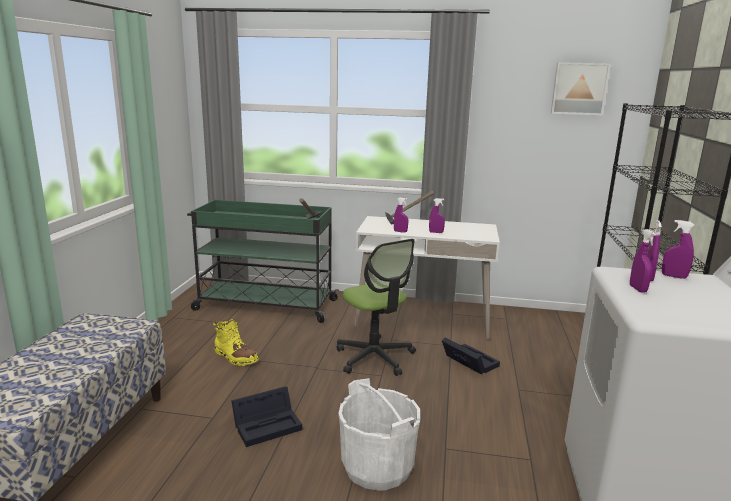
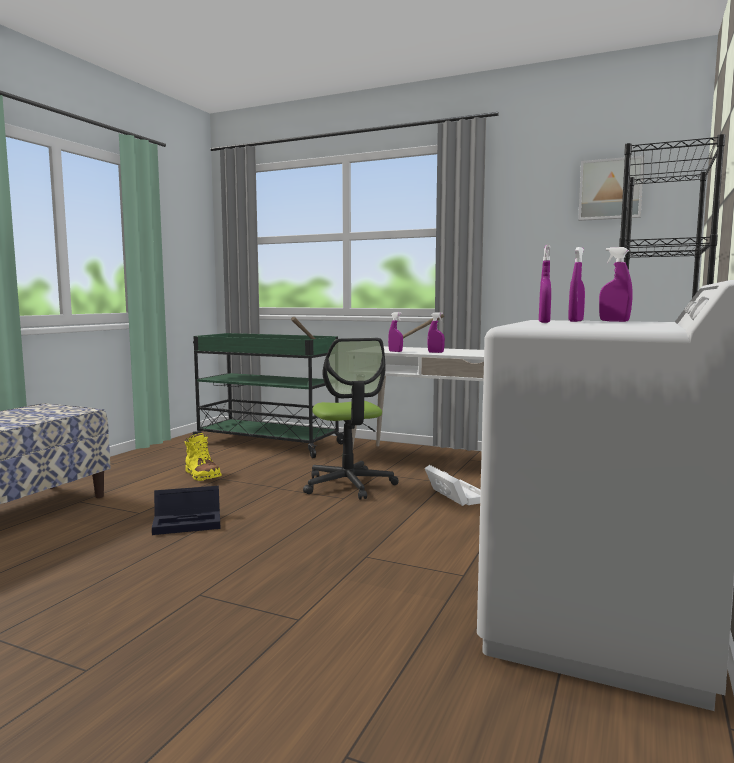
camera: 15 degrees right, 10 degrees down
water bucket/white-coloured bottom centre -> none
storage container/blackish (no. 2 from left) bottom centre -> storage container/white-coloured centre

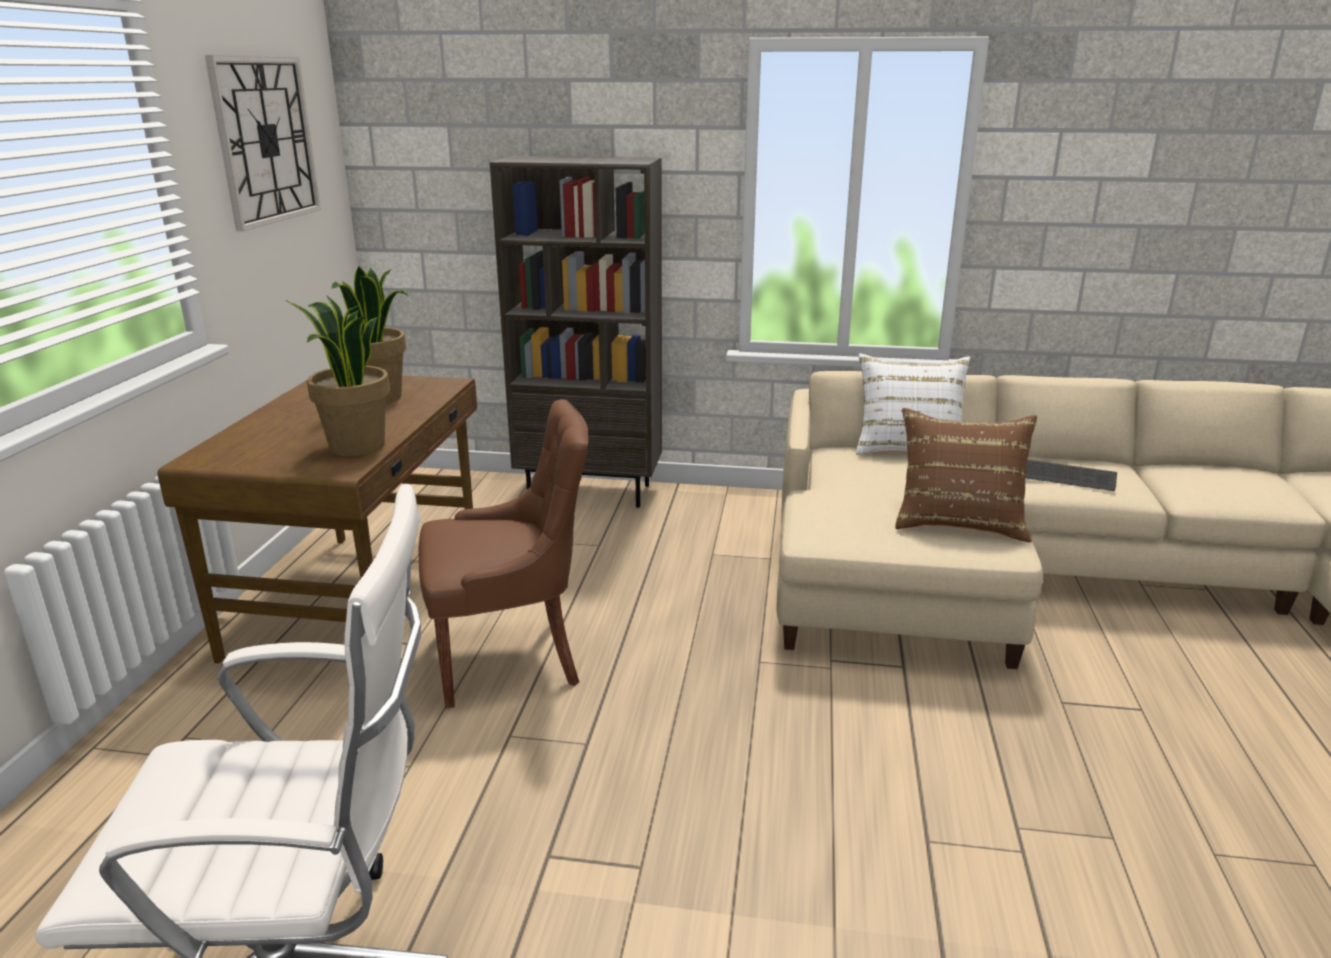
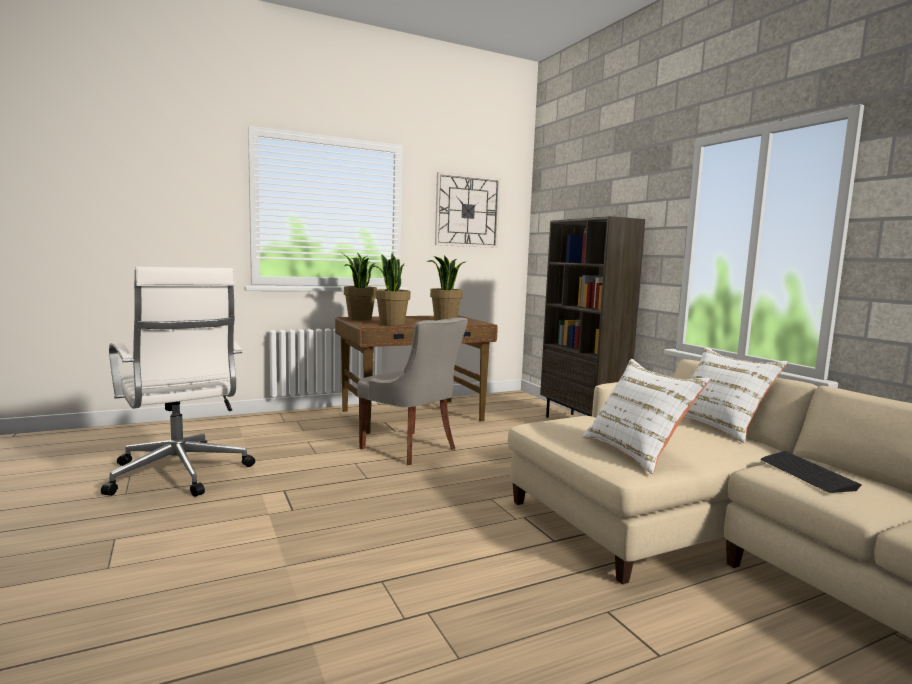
camera: 55 degrees right, 15 degrees down
none -> potted plant (no. 1 from left) centre
upright chair/brownish centre -> upright chair/gray centre
cushion/brownish middle right -> cushion/white-coloured (no. 1 from left) middle right

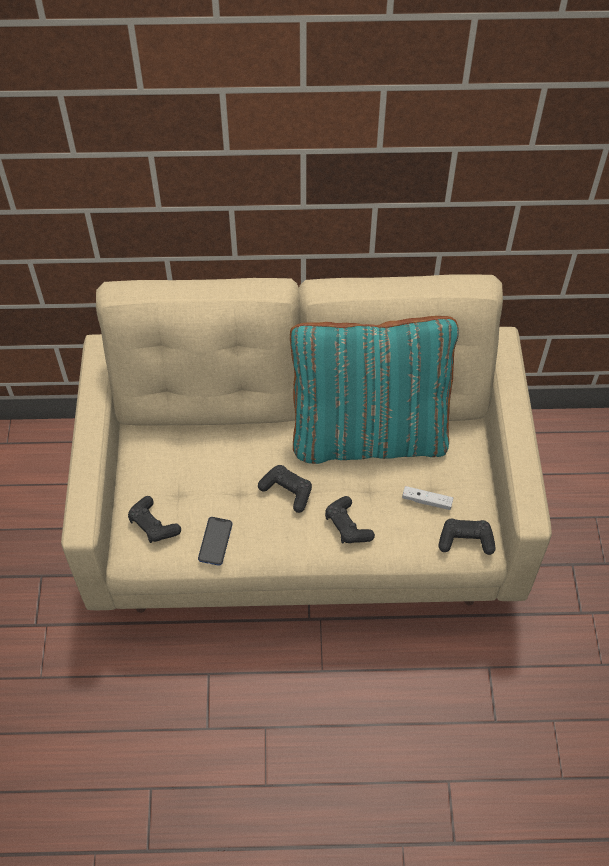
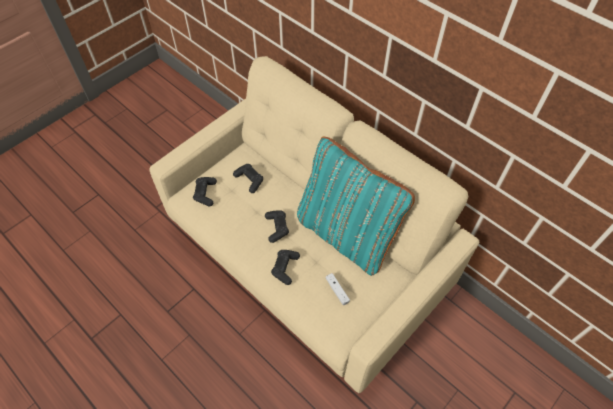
camera: 45 degrees right, 0 degrees up
telephone centre -> none
game controller/blackish (no. 4 from left in the first image) middle right -> game controller/blackish (no. 2 from left) centre, relocated

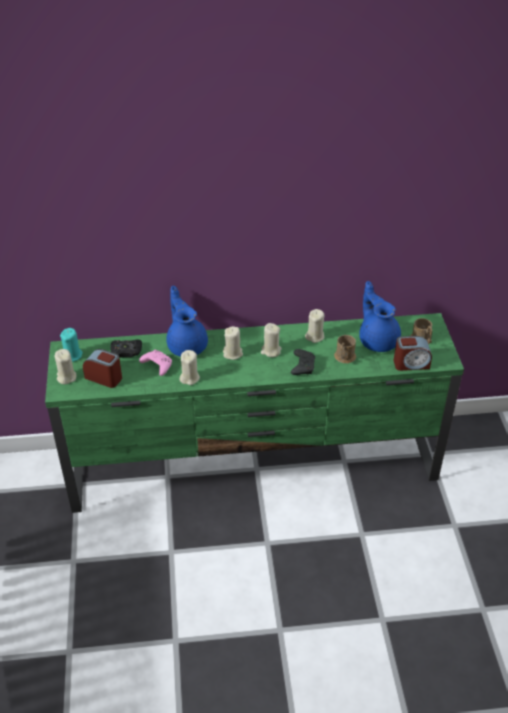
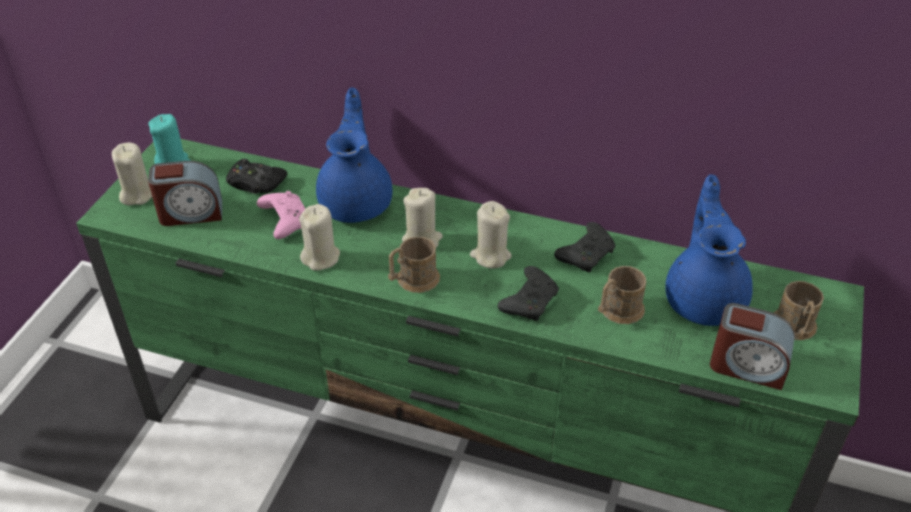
camera: 25 degrees right, 0 degrees up
none -> coffee mug/brownish (no. 1 from left) centre
wax light/sand-coloured (no. 5 from left) centre -> game controller/blackish (no. 3 from left) centre
alarm clock (no. 1 from left) middle left, 120 degrees clockwise

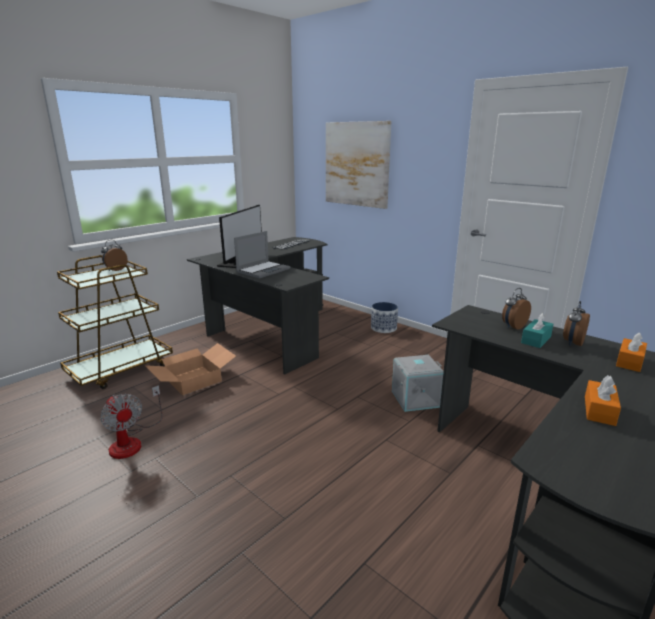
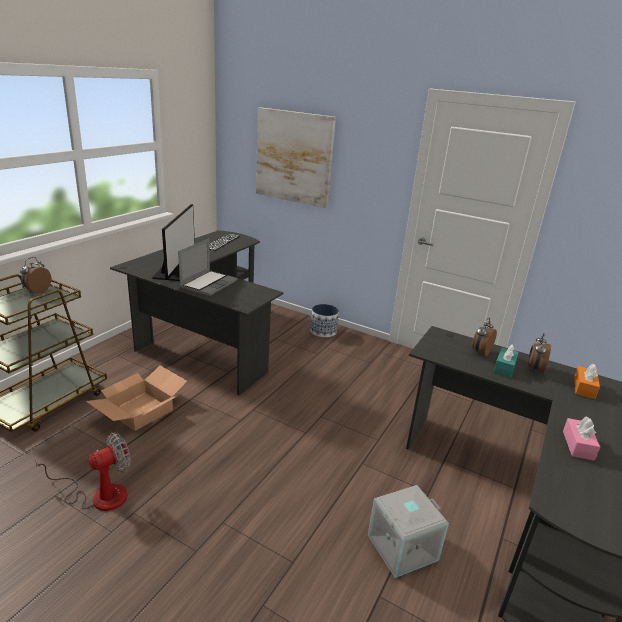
camera: 15 degrees left, 5 degrees up
storage container/gray centre -> storage container/gray bottom centre, relocated
tissue holder/orange (no. 1 from left) middle right -> tissue holder/pinkish bottom right
fan bottom left, 75 degrees counterclockwise

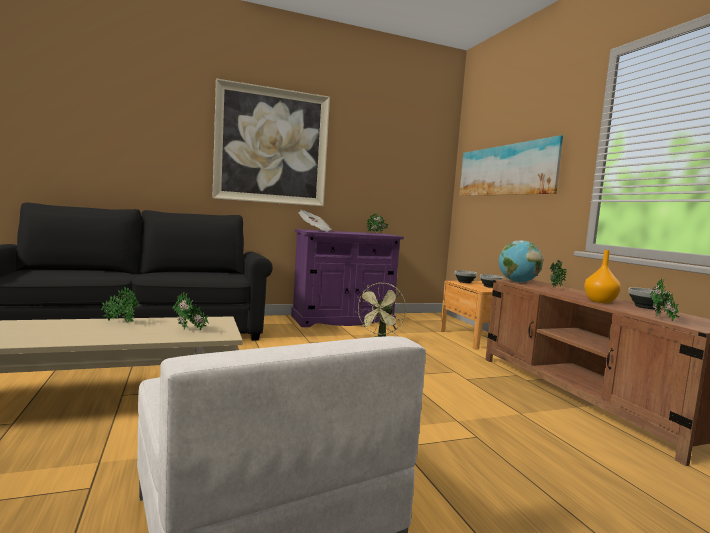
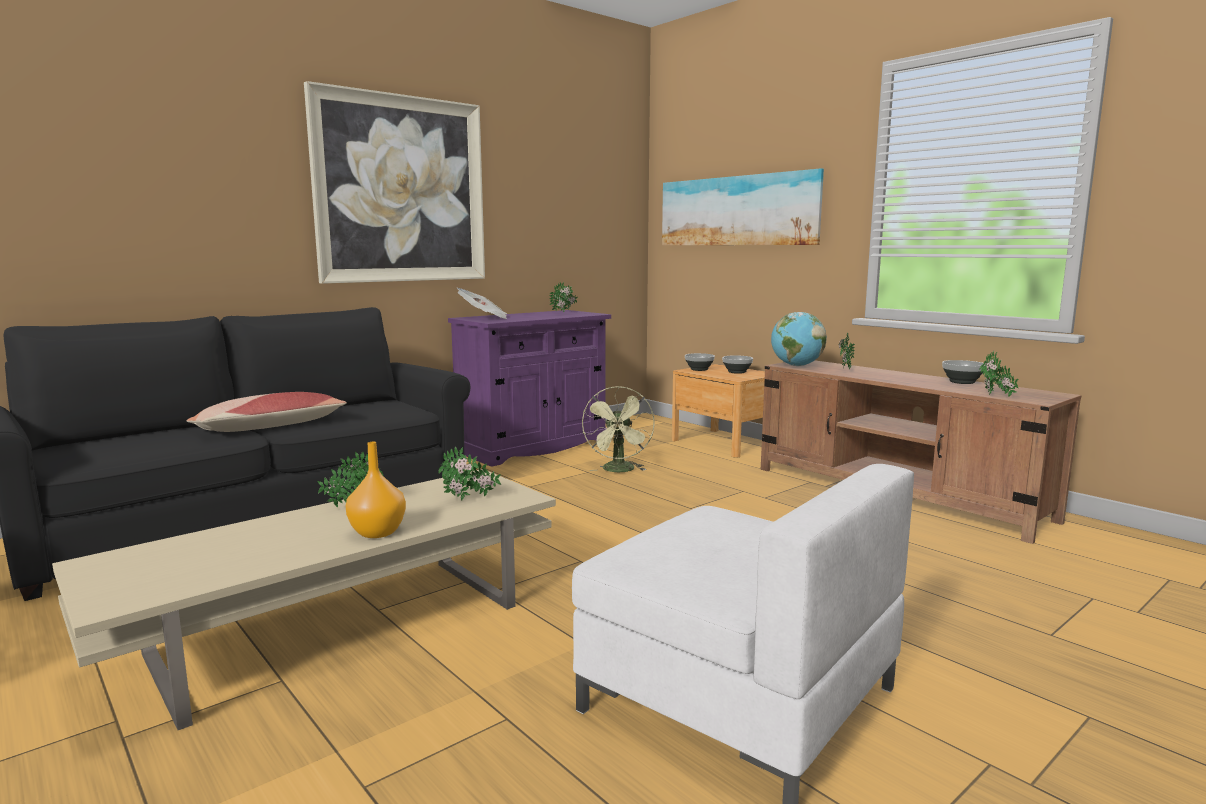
camera: 20 degrees left, 5 degrees up
none -> cushion middle left
flower vase/orange middle right -> flower vase/orange middle left, relocated

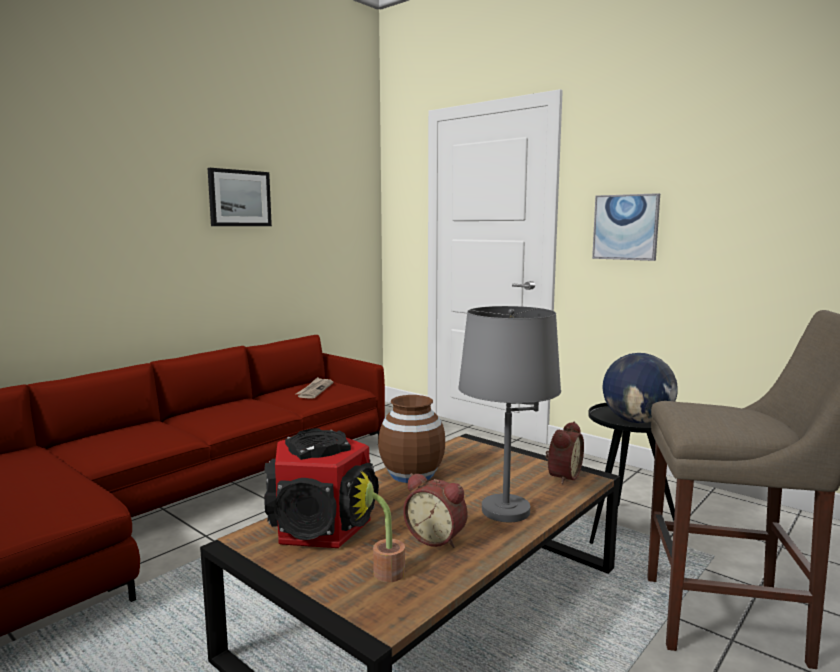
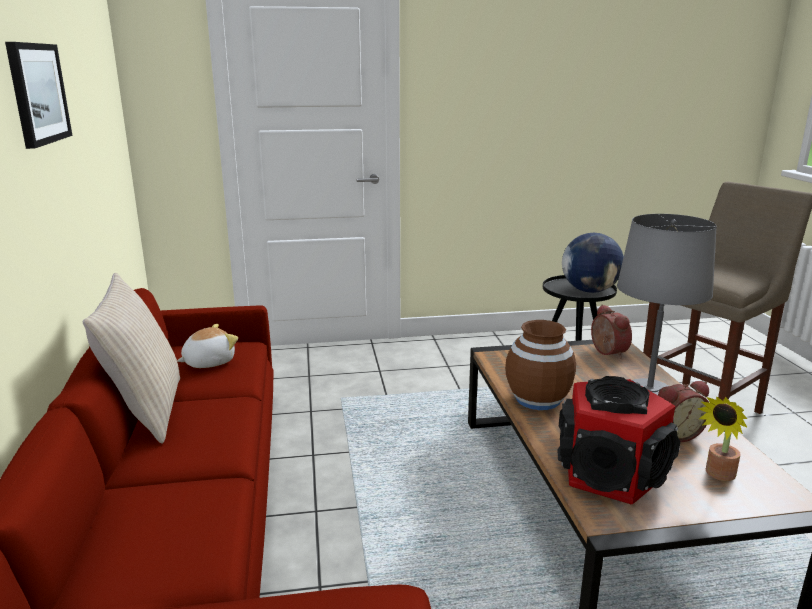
camera: 50 degrees left, 10 degrees up
picture (no. 2 from left) middle right -> none
none -> cushion/sand-coloured middle left
printed paper centre -> plush toy middle left

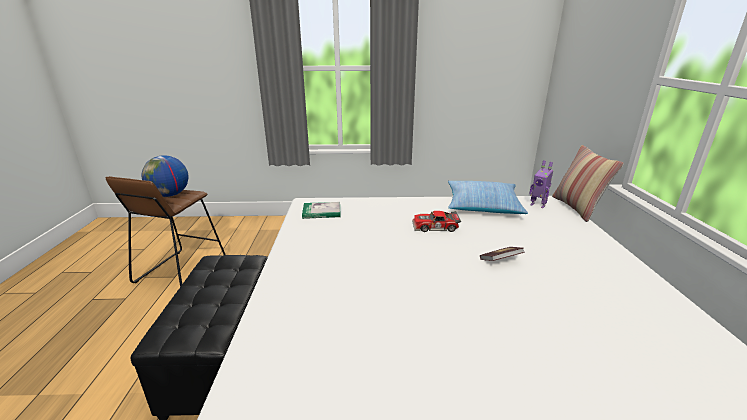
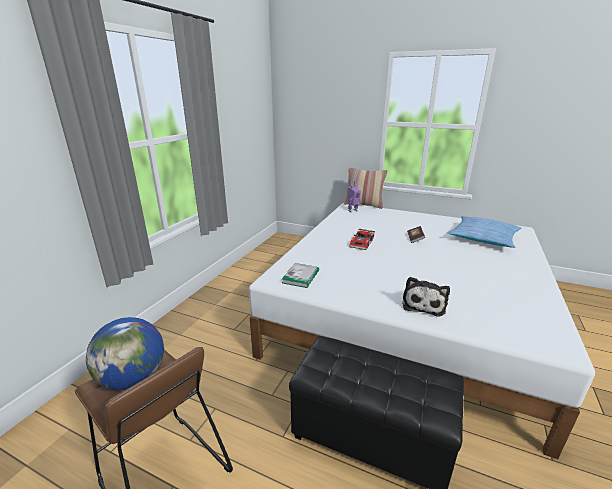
camera: 65 degrees left, 0 degrees up
none -> plush toy middle right
cushion (no. 1 from left in the first image) centre -> cushion (no. 2 from left) middle right, relocated

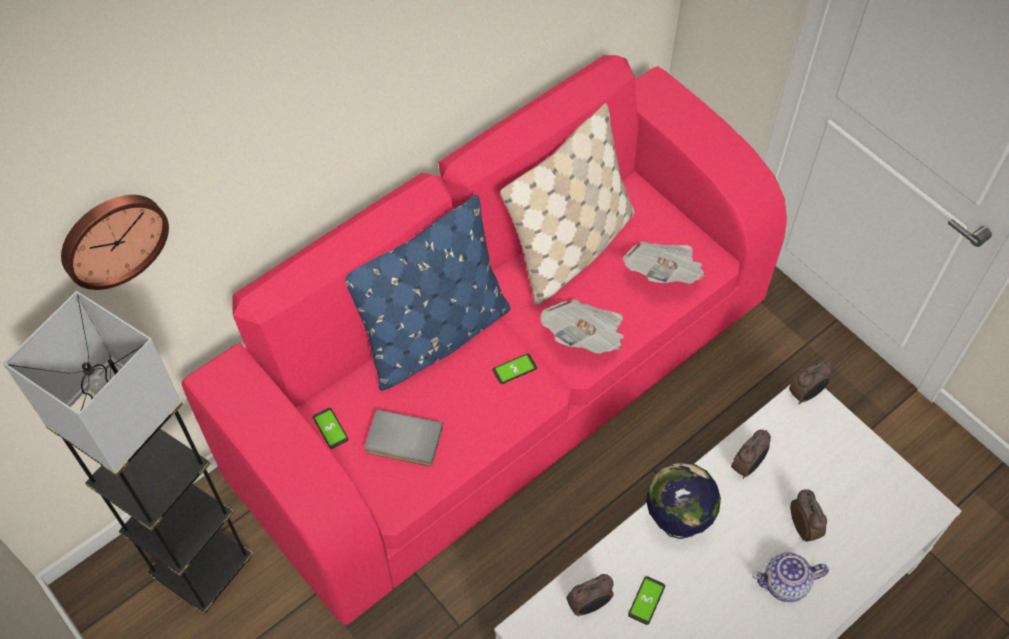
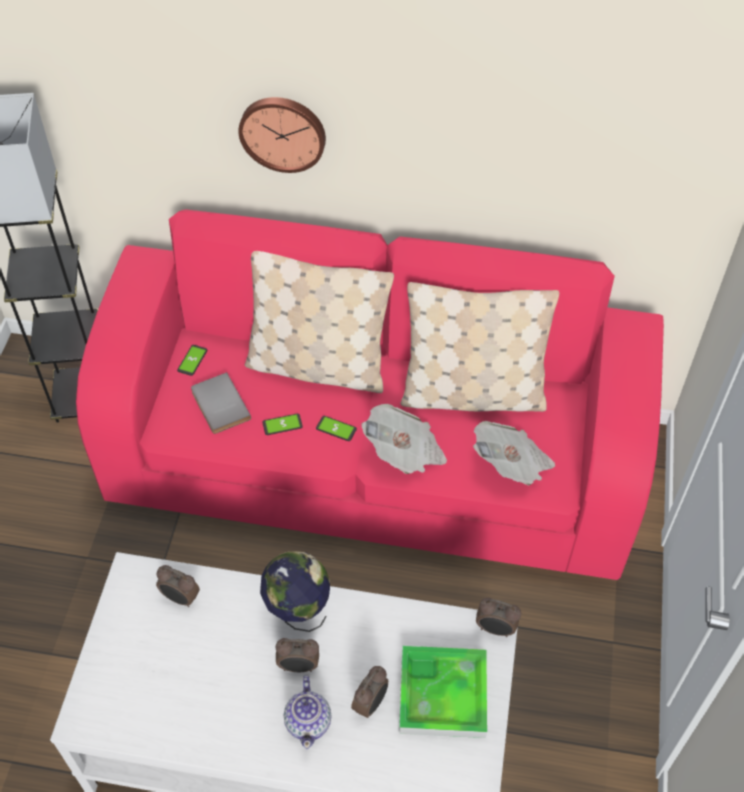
camera: 50 degrees right, 5 degrees down
none -> serving tray bottom centre
hanging clock middle left -> hanging clock top centre, relocated
telephone (no. 3 from left in the first image) bottom centre -> telephone (no. 2 from left) centre, relocated
alarm clock (no. 2 from left) bottom right -> alarm clock (no. 2 from left) bottom centre, relocated
cushion/bluish centre -> cushion/sand-coloured (no. 1 from left) centre
pot for tea bottom right -> pot for tea bottom centre, 135 degrees counterclockwise

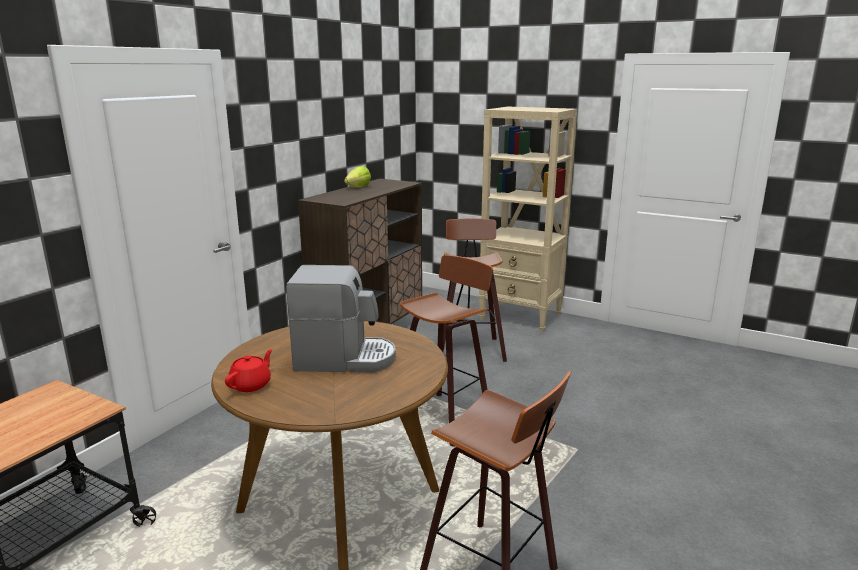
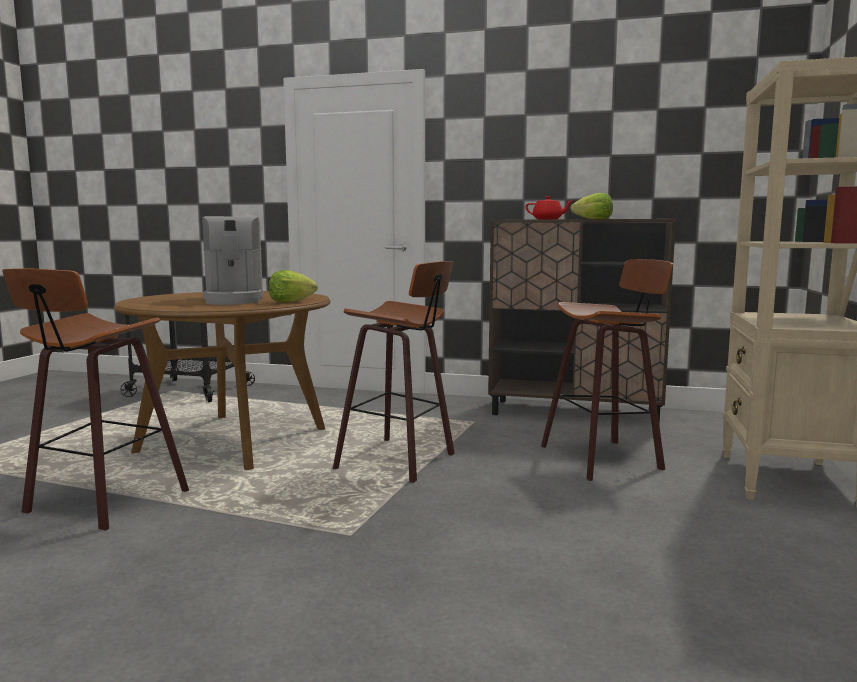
camera: 75 degrees right, 10 degrees down
none -> head of lettuce (no. 1 from left) centre
pot for tea/reddish middle left -> pot for tea/reddish top centre, relocated

